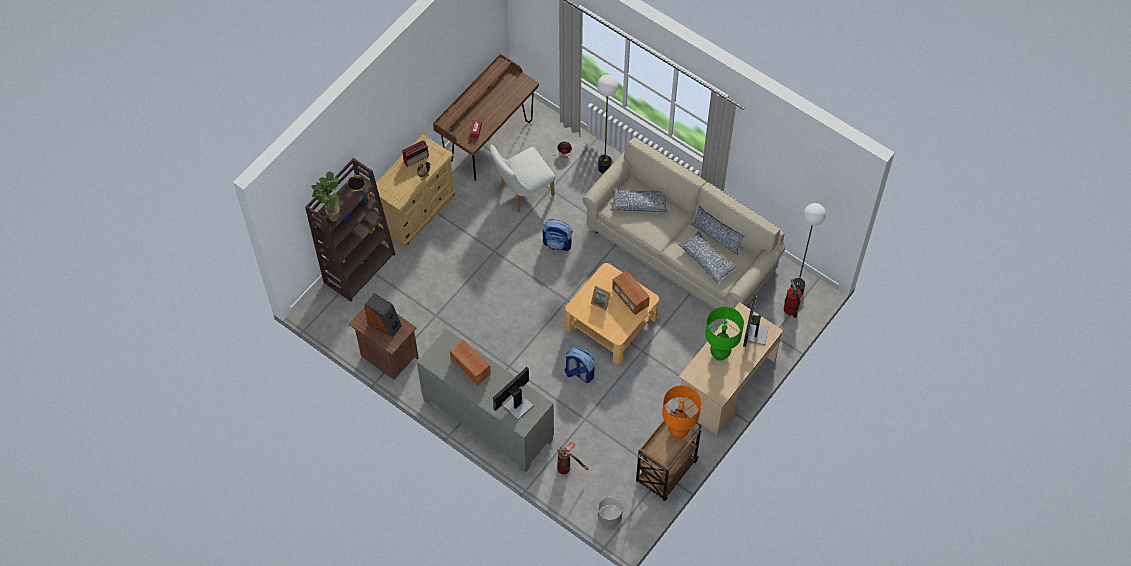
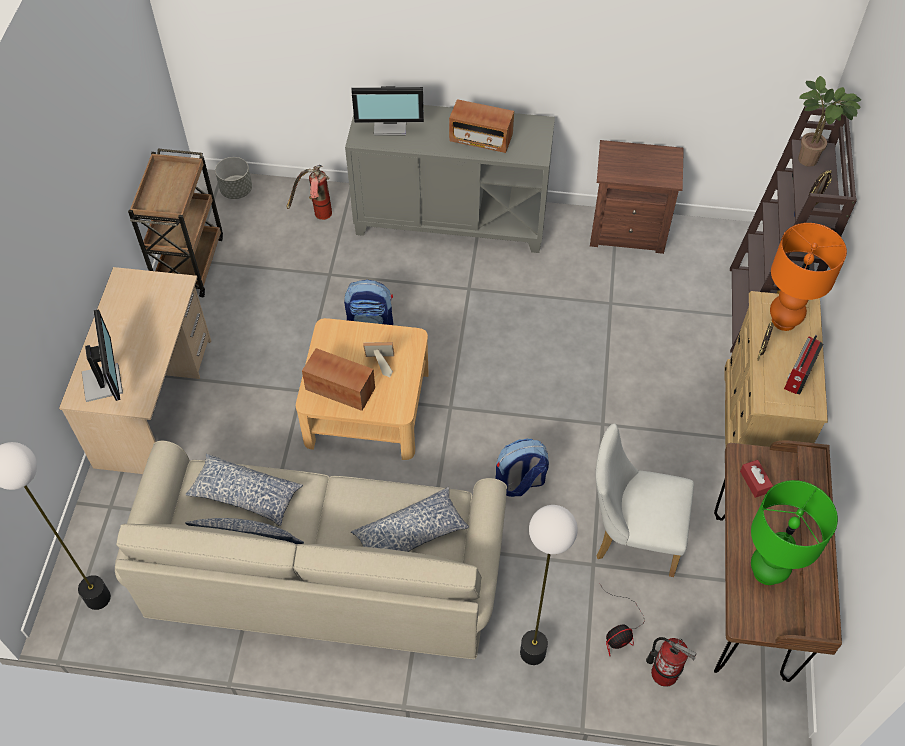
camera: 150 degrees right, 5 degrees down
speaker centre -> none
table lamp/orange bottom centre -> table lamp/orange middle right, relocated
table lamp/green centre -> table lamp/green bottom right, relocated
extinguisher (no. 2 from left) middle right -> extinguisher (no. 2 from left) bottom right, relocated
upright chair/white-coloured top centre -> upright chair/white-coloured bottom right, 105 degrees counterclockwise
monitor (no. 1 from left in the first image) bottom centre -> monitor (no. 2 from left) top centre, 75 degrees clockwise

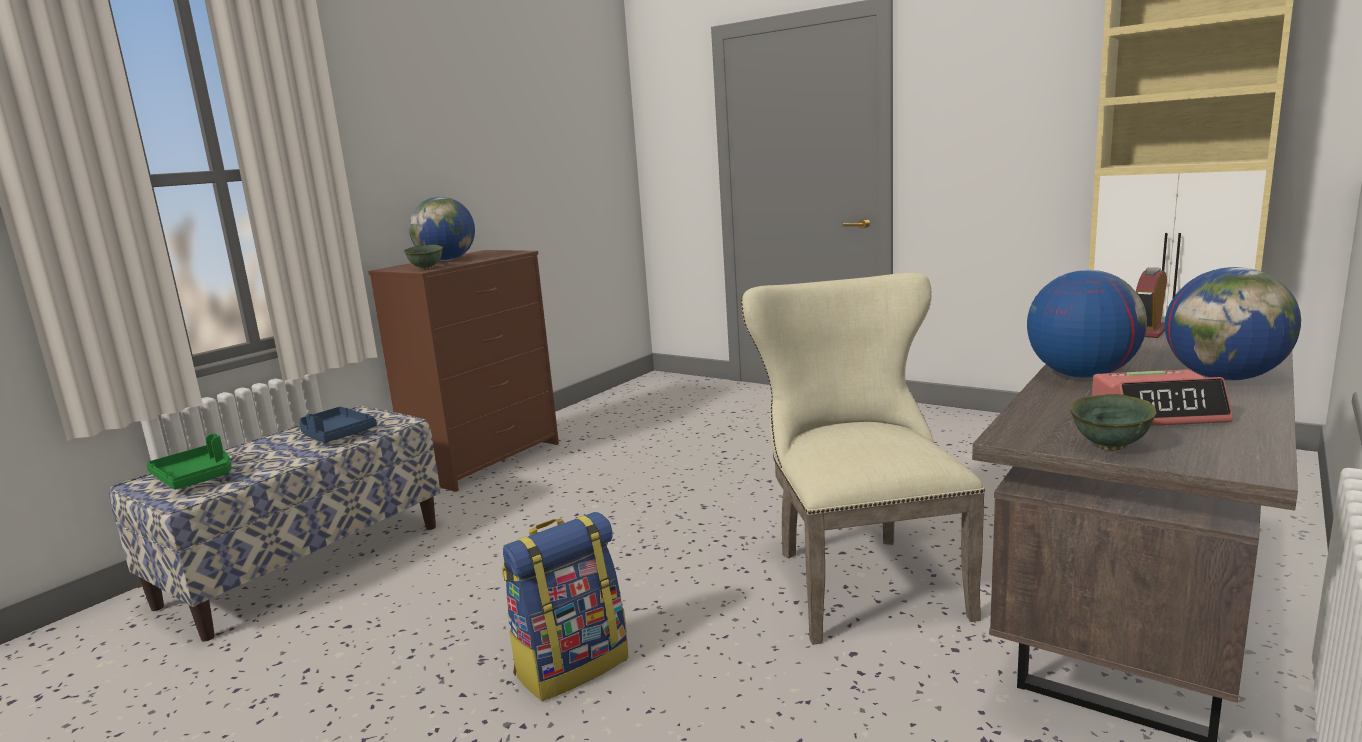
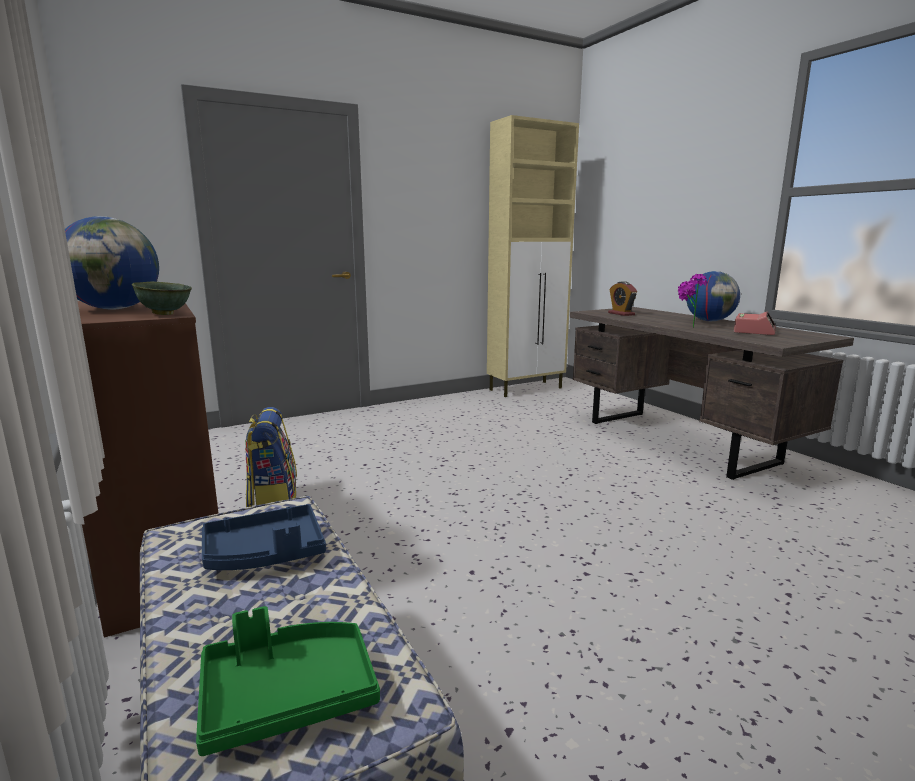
camera: 65 degrees left, 0 degrees up
upright chair/sand-coloured centre -> none
deep dish/green (no. 2 from left) middle right -> none
backpack bottom centre -> backpack middle left, relocated
globe (no. 2 from left) middle right -> potted plant middle right

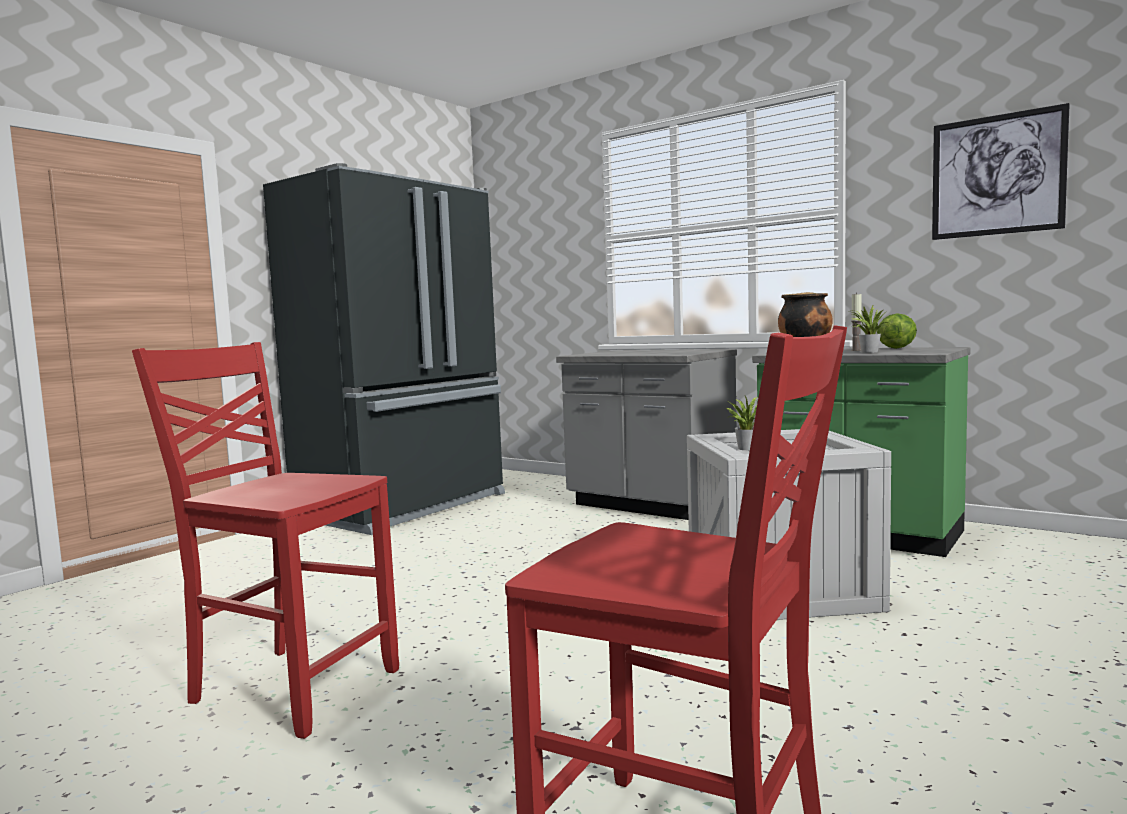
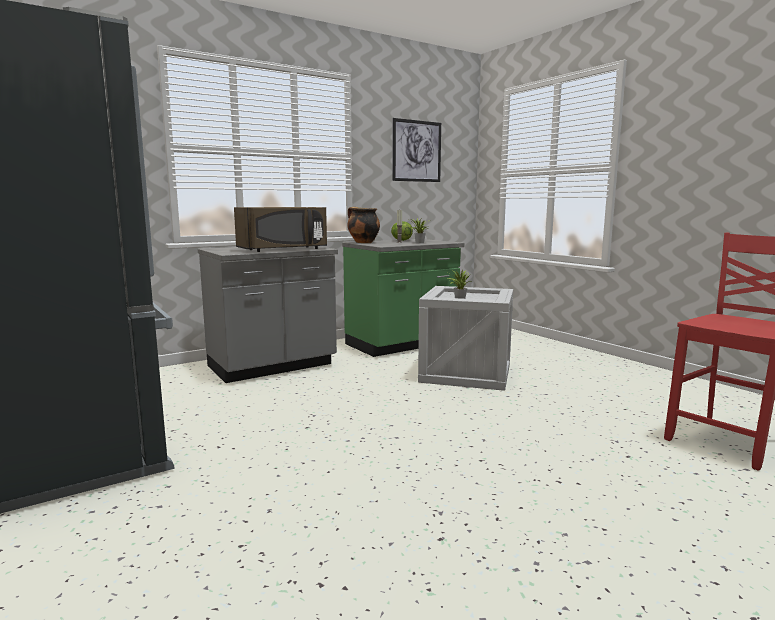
camera: 70 degrees left, 5 degrees up
upright chair/reddish (no. 1 from left) middle left -> none
none -> microwave oven/brownish centre

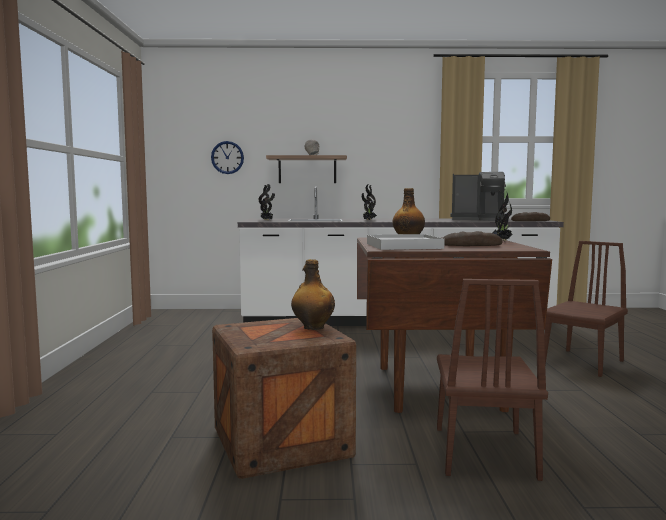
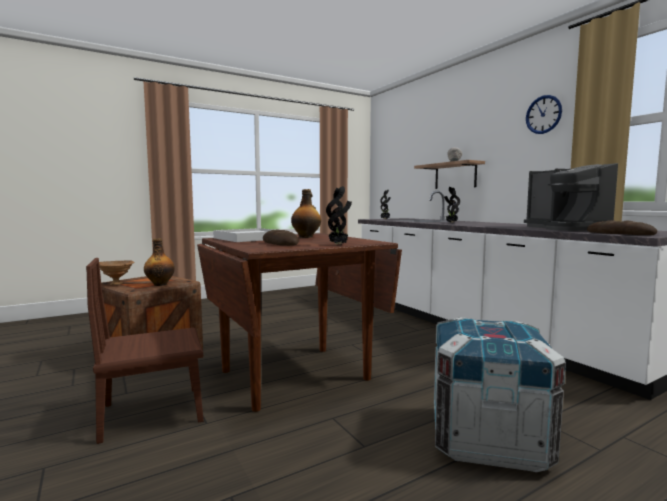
camera: 60 degrees right, 0 degrees up
none -> deep dish/brownish middle left
hanging clock top centre -> hanging clock top right, relocated
upright chair/brownish (no. 2 from left) middle right -> shipping crate (no. 2 from left) bottom right

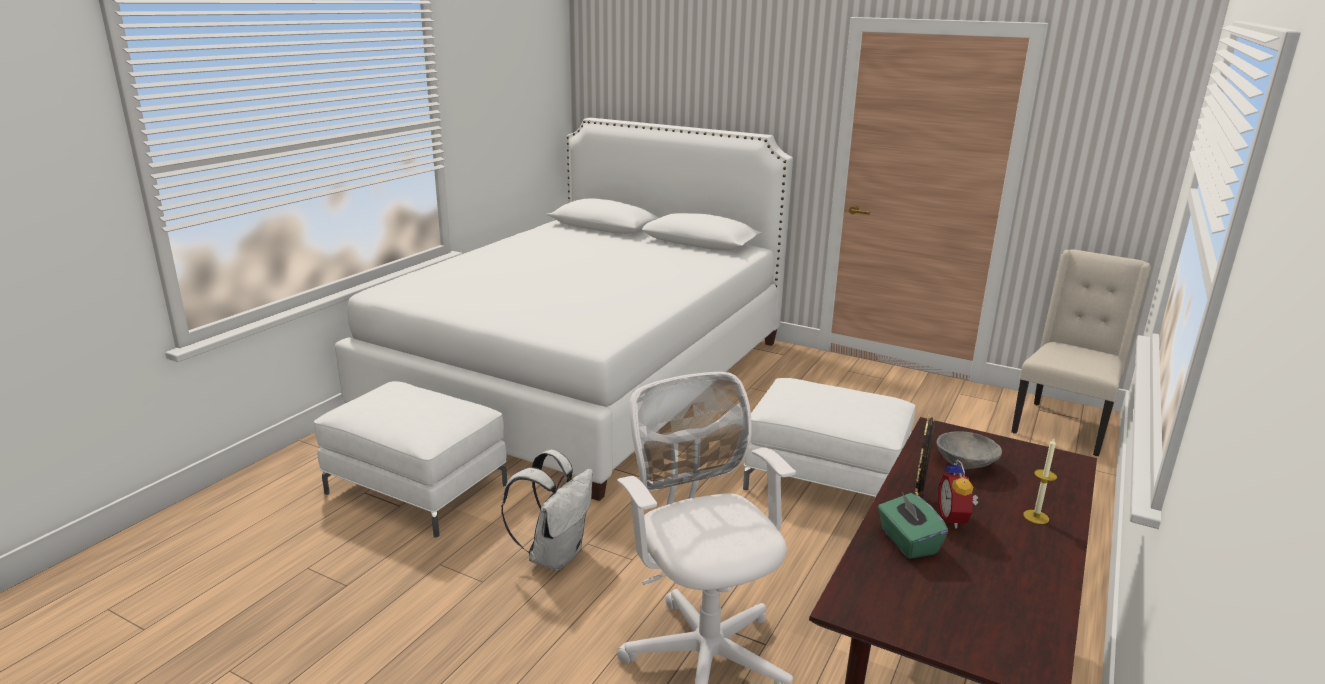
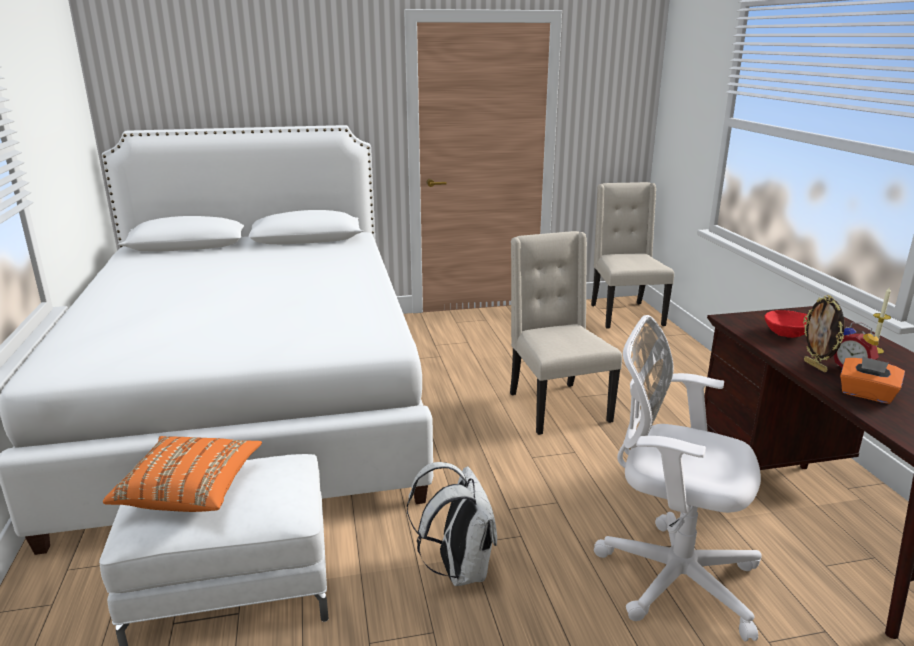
camera: 40 degrees left, 0 degrees up
none -> cushion/orange bottom left
ottoman/white-coloured (no. 2 from left) centre -> upright chair/sand-coloured (no. 1 from left) centre
tissue holder/green bottom right -> tissue holder/orange middle right
deep dish/gray middle right -> deep dish/reddish middle right

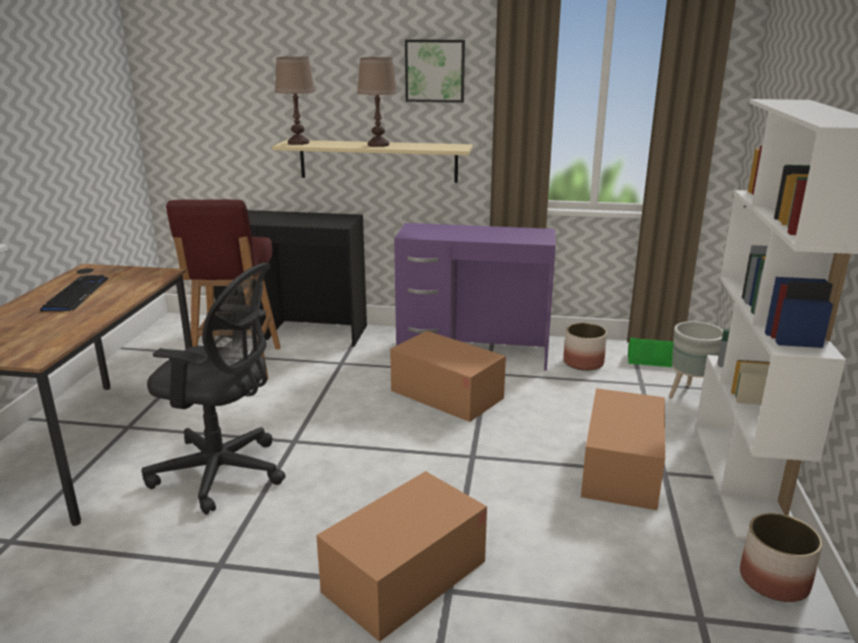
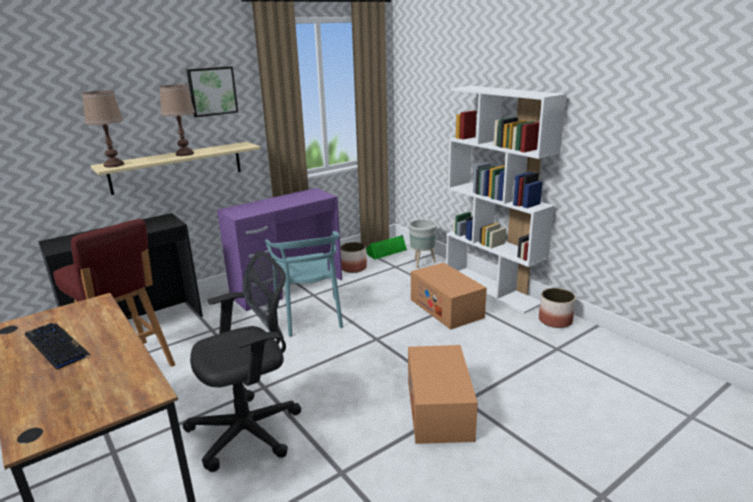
camera: 45 degrees left, 0 degrees up
cardboard box (no. 2 from left) centre -> upright chair/turquoise-coloured centre

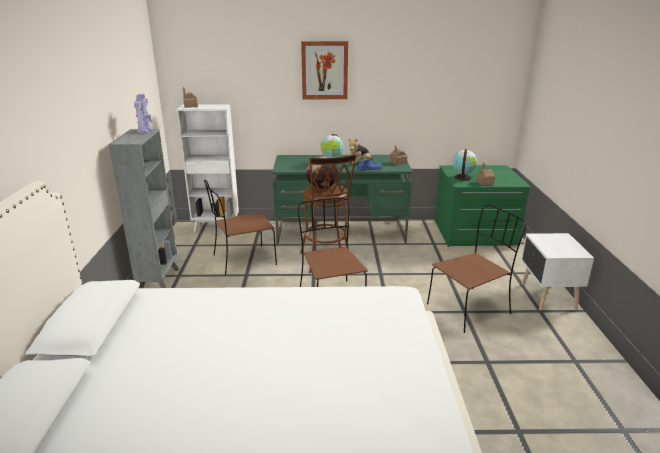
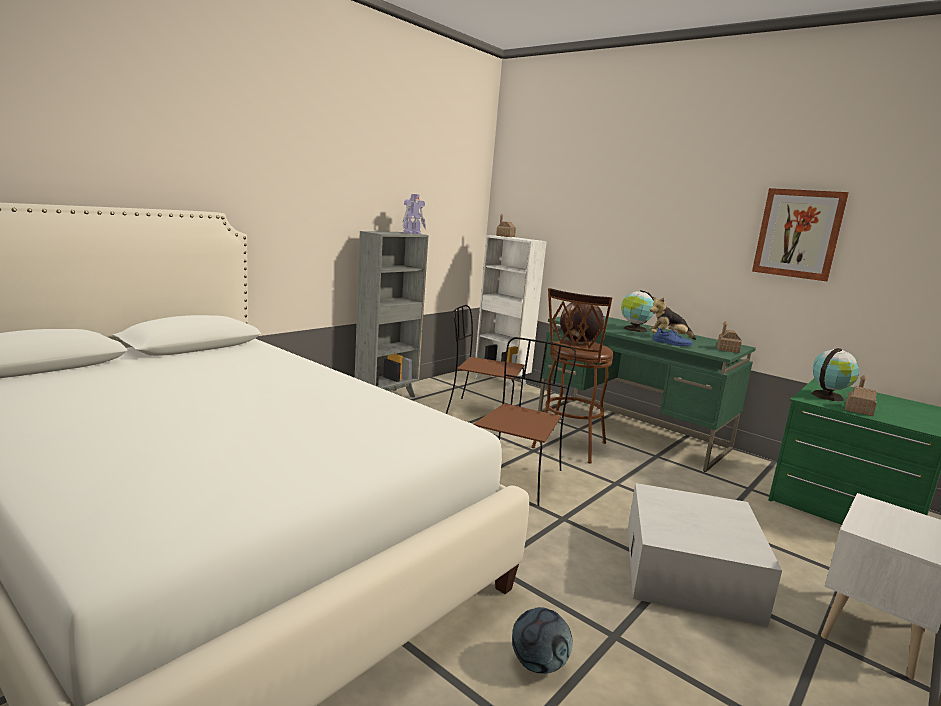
camera: 40 degrees right, 10 degrees down
none -> football ball bottom centre
picture top centre -> picture top right, relocated
upright chair/brownish (no. 3 from left) middle right -> storage container/white-coloured bottom right

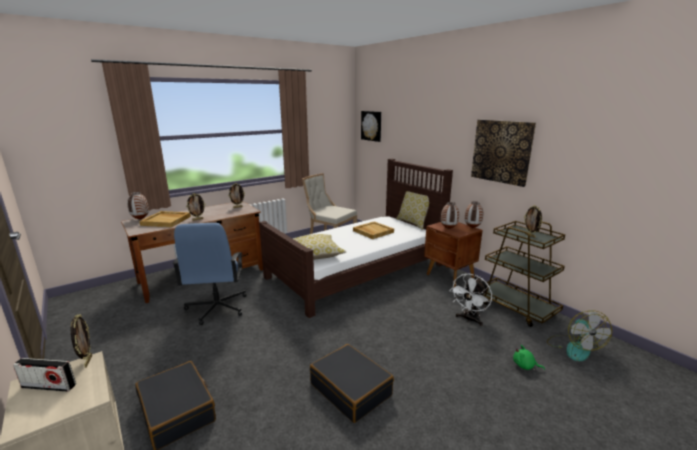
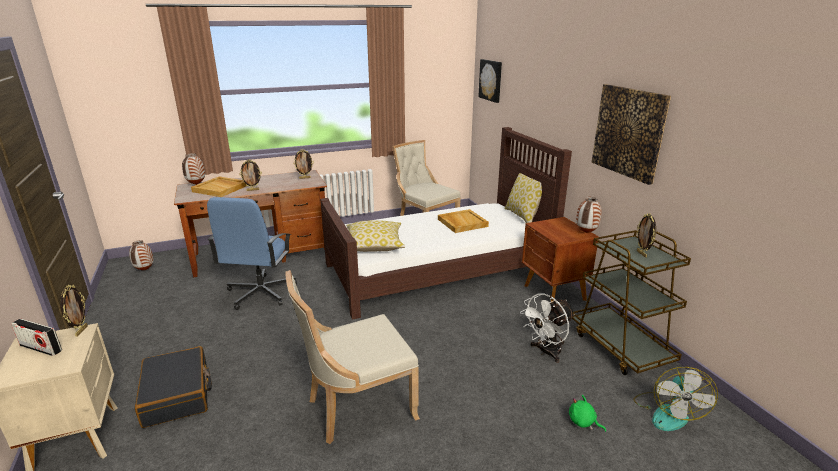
camera: 15 degrees right, 5 degrees up
flower vase (no. 2 from left in the first image) centre -> flower vase (no. 1 from left) middle left, relocated
suitcase/blackish (no. 2 from left) bottom centre -> upright chair/sand-coloured (no. 1 from left) bottom centre

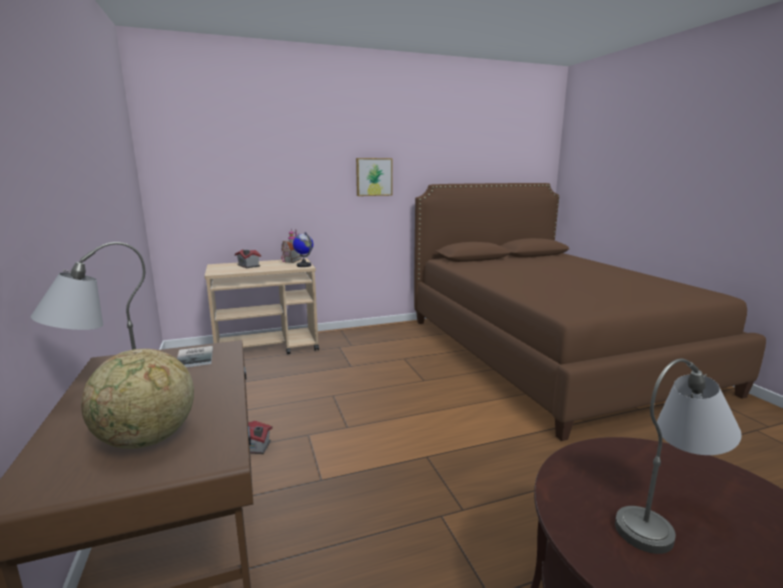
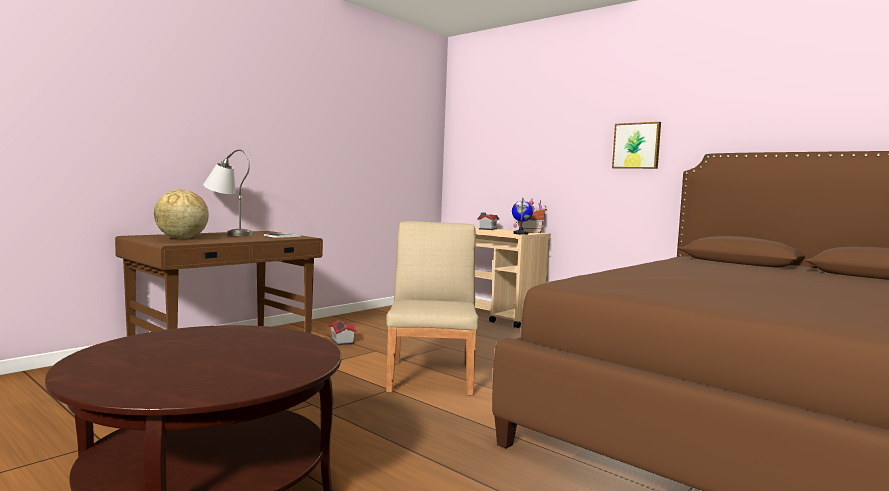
camera: 60 degrees right, 10 degrees down
table lamp/gray (no. 2 from left) bottom right -> none
none -> upright chair/sand-coloured centre

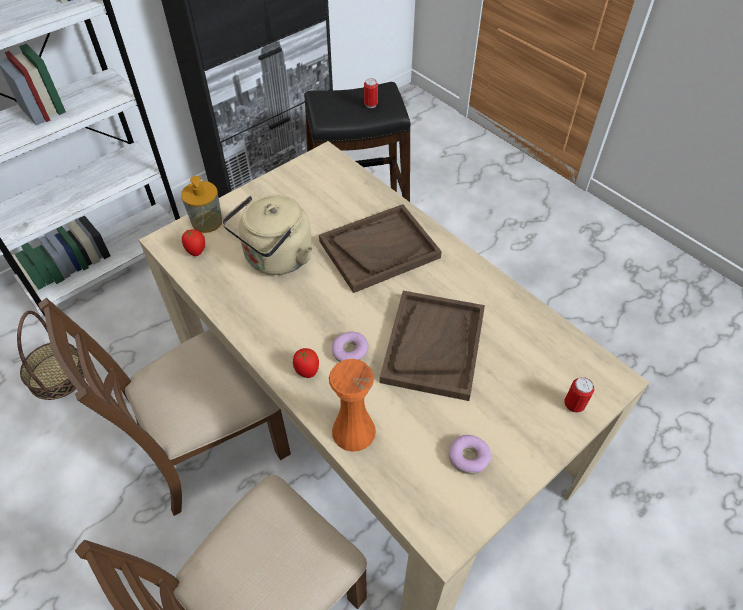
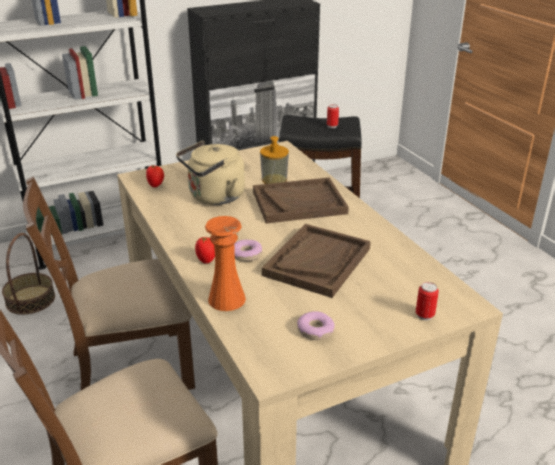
camera: 15 degrees right, 20 degrees down
liquid soap bottle middle left -> liquid soap bottle centre, relocated

